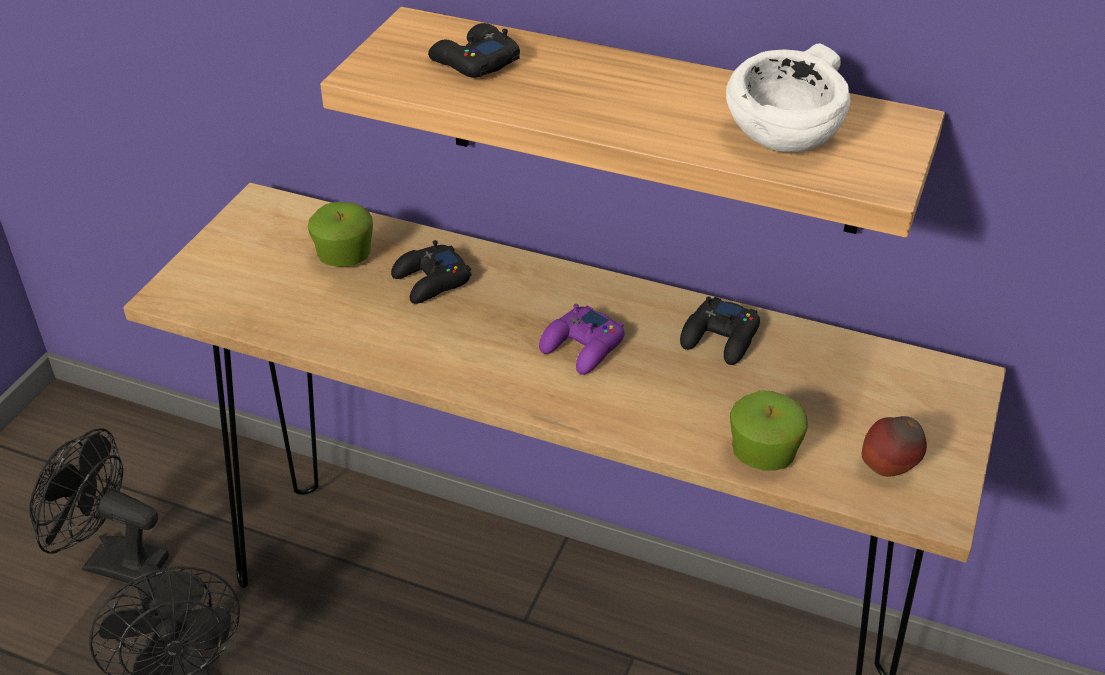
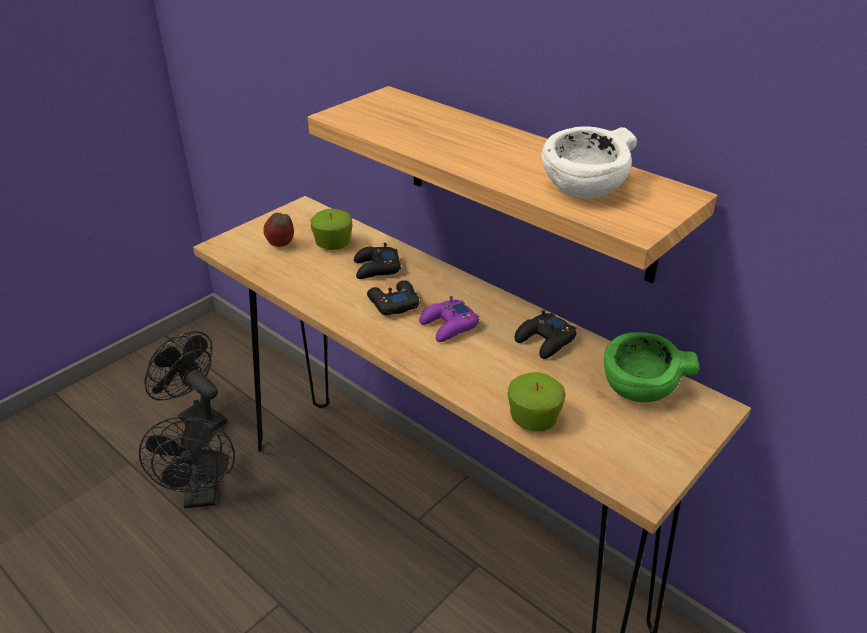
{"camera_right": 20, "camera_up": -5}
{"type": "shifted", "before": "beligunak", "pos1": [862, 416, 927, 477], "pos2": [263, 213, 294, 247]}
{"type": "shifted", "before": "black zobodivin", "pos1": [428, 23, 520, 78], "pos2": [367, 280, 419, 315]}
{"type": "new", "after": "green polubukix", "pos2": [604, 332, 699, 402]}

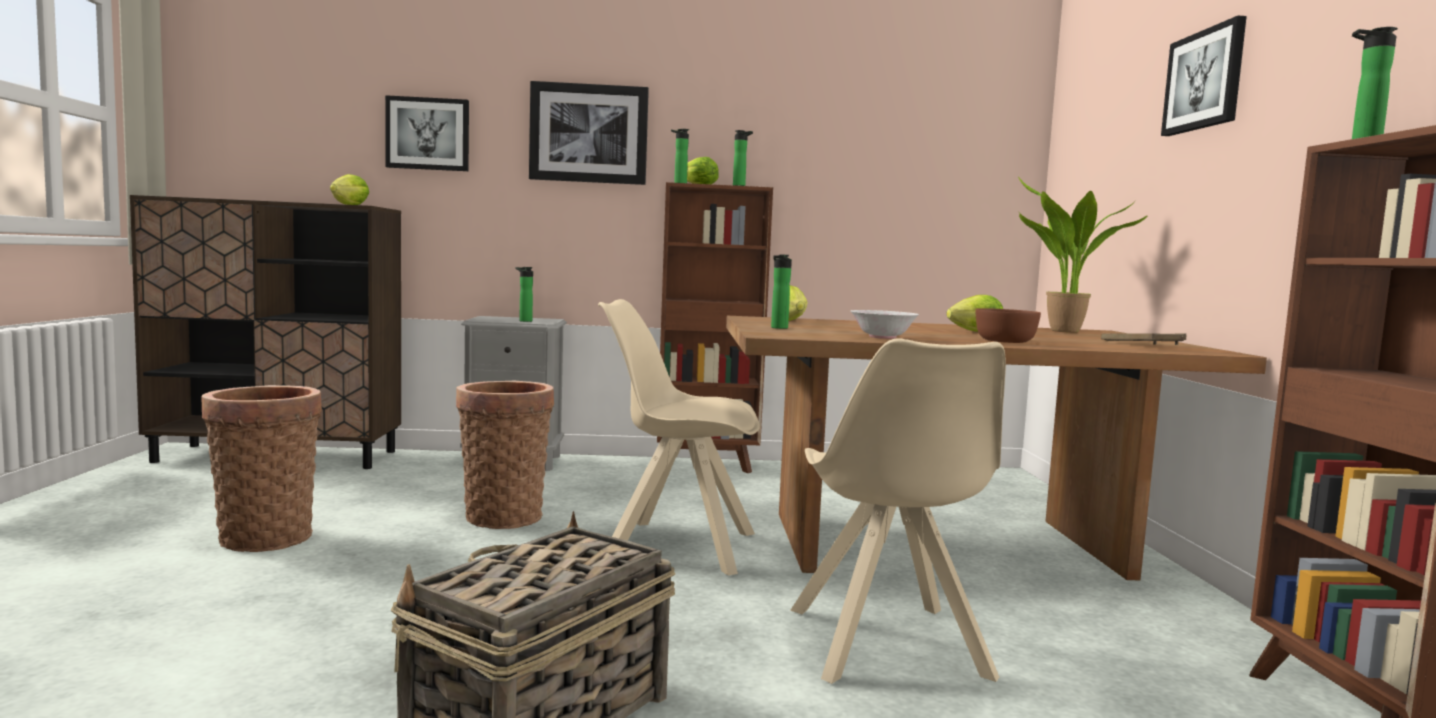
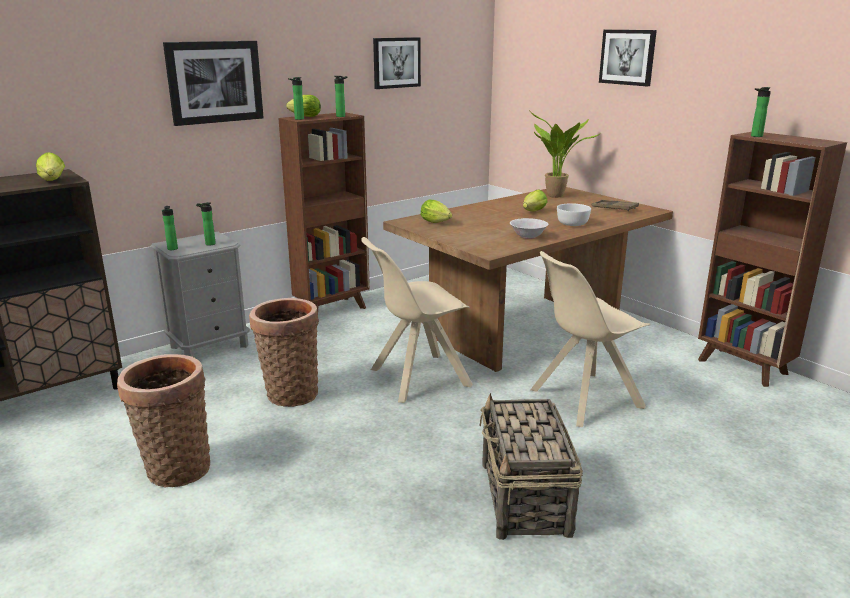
{"camera_right": -35, "camera_up": 15}
{"type": "shifted", "before": "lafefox", "pos1": [771, 254, 792, 329], "pos2": [162, 206, 178, 250]}
{"type": "shifted", "before": "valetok", "pos1": [385, 95, 469, 171], "pos2": [373, 37, 421, 89]}
{"type": "rotated", "before": "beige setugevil", "pos1": [790, 338, 1006, 684], "pos2": [530, 251, 650, 427], "turn": 105}
{"type": "repainted", "before": "brown polubukix", "after": "white polubukix", "pos1": [976, 308, 1041, 343], "pos2": [557, 203, 591, 226]}

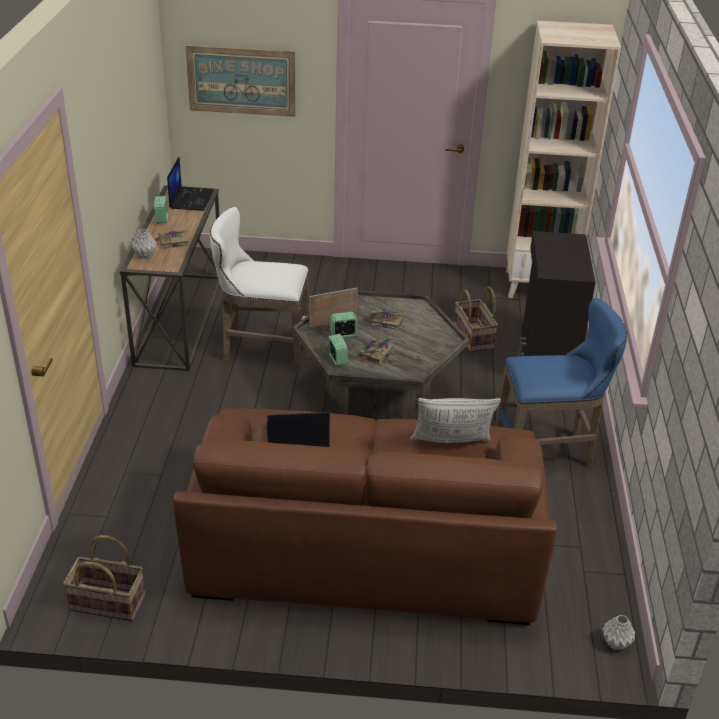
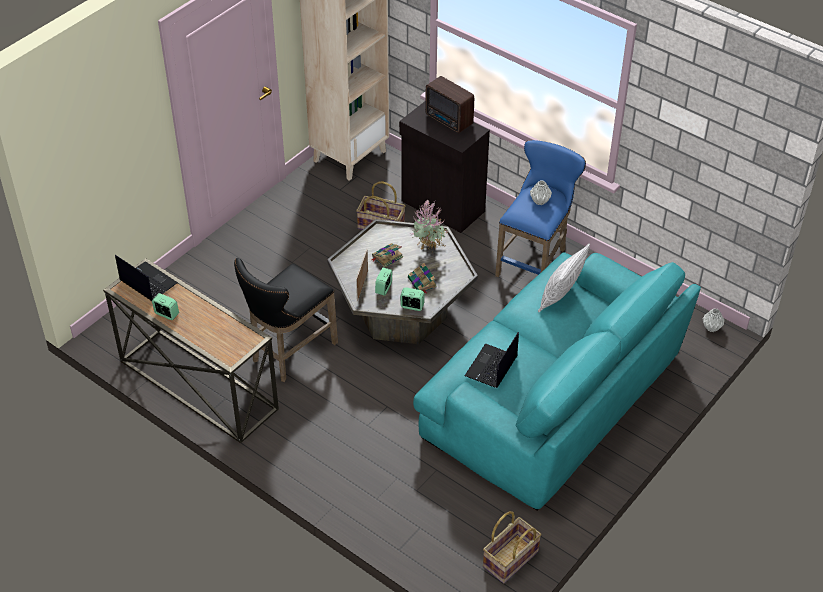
{"camera_right": -55, "camera_up": 10}
{"type": "repainted", "before": "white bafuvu", "after": "black bafuvu", "pos1": [210, 207, 309, 371], "pos2": [234, 258, 338, 382]}
{"type": "new", "after": "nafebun", "pos2": [411, 200, 449, 253]}
{"type": "repainted", "before": "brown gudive", "after": "turquoise gudive", "pos1": [173, 408, 557, 625], "pos2": [413, 252, 701, 511]}
{"type": "new", "after": "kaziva", "pos2": [425, 76, 474, 133]}
{"type": "shifted", "before": "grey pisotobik", "pos1": [131, 229, 157, 259], "pos2": [530, 181, 552, 205]}
{"type": "gone", "before": "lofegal", "pos1": [155, 230, 189, 249]}
{"type": "gone", "before": "valetok", "pos1": [185, 45, 296, 117]}

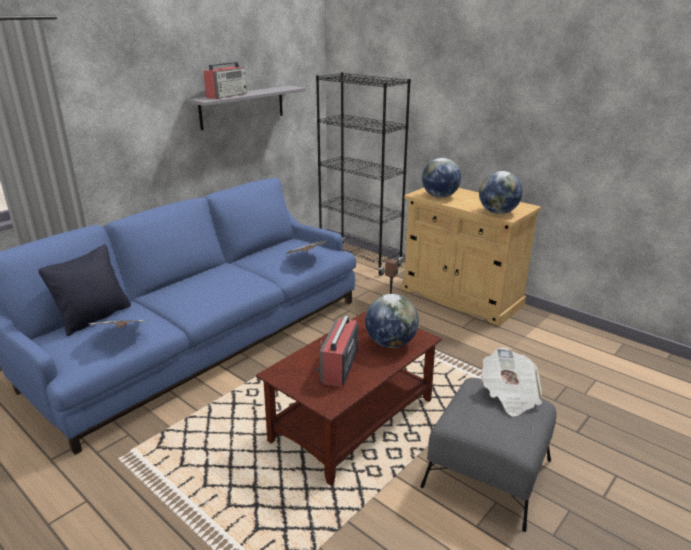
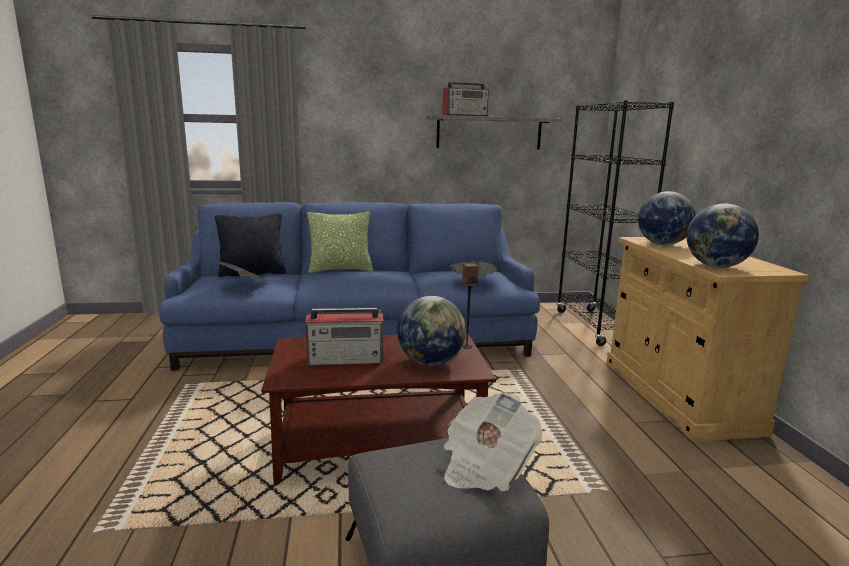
{"camera_right": 40, "camera_up": -10}
{"type": "rotated", "before": "kaziva", "pos1": [317, 316, 358, 387], "pos2": [305, 308, 384, 366], "turn": -150}
{"type": "new", "after": "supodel", "pos2": [307, 212, 373, 273]}

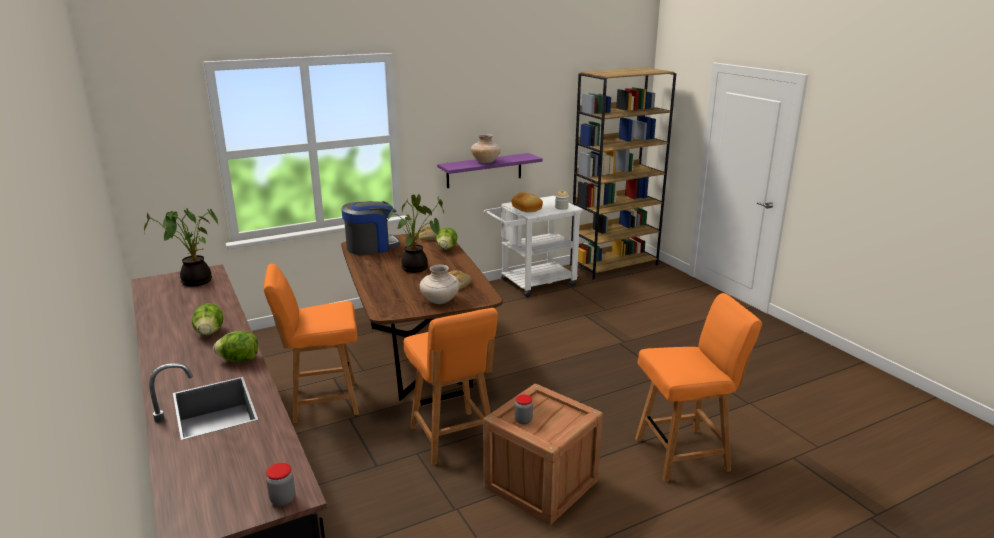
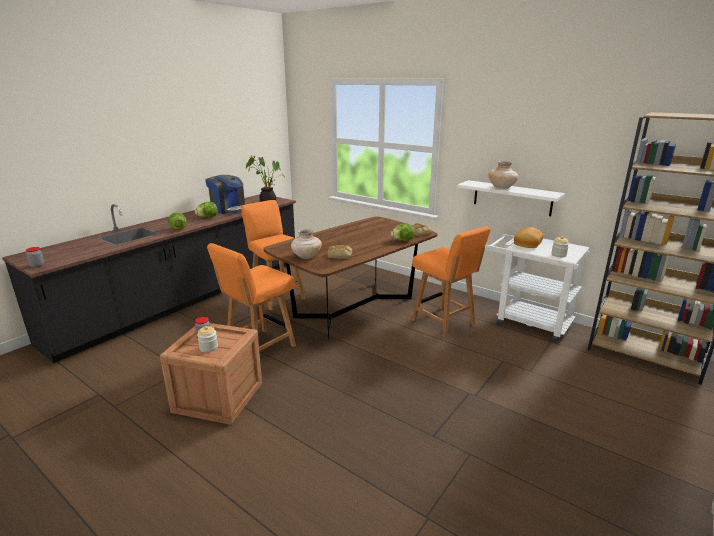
{"camera_right": 65, "camera_up": 0}
{"type": "new", "after": "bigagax", "pos2": [197, 326, 218, 352]}
{"type": "shifted", "before": "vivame", "pos1": [342, 201, 400, 255], "pos2": [205, 175, 245, 214]}
{"type": "shifted", "before": "orange setugevil", "pos1": [635, 293, 762, 482], "pos2": [412, 226, 490, 338]}
{"type": "repainted", "before": "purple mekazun", "after": "white mekazun", "pos1": [437, 153, 543, 188], "pos2": [457, 180, 565, 216]}
{"type": "gone", "before": "nafebun", "pos1": [386, 194, 444, 273]}

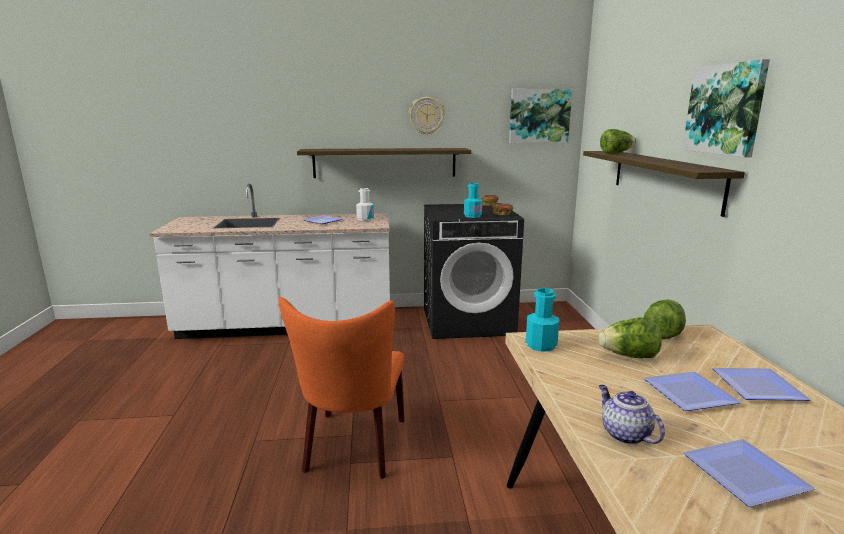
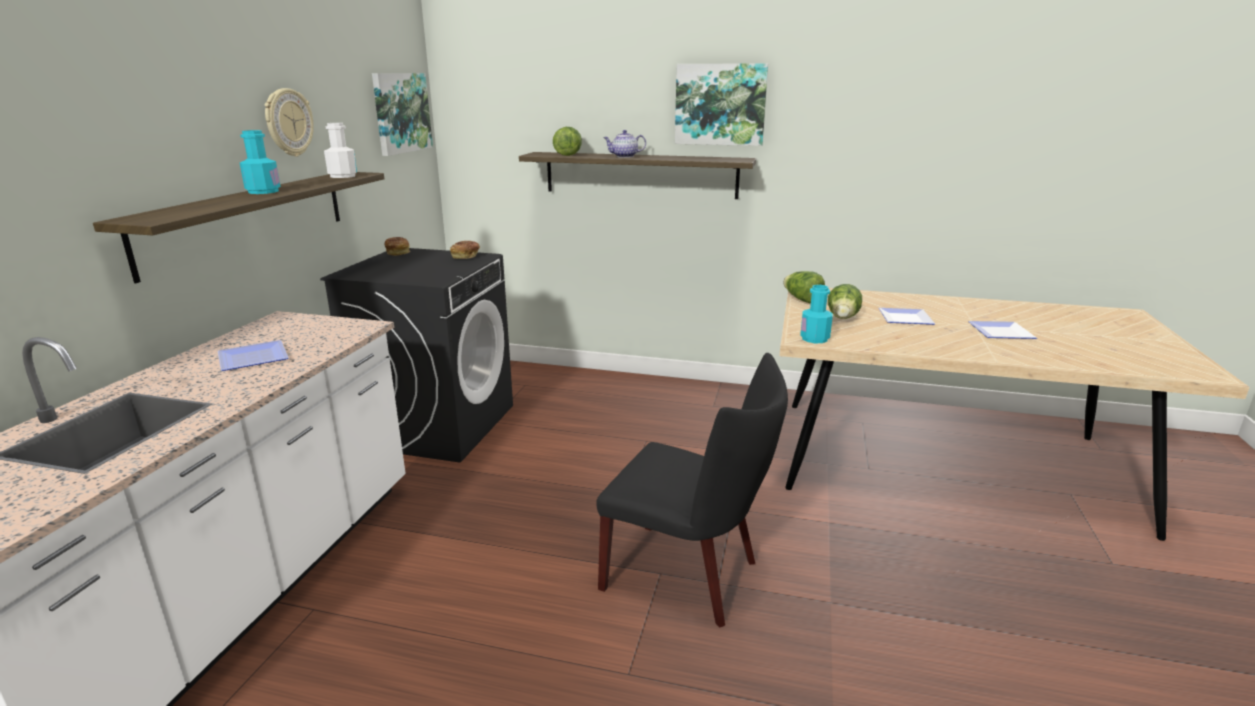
{"camera_right": -70, "camera_up": 5}
{"type": "shifted", "before": "turquoise lafefox", "pos1": [464, 183, 482, 218], "pos2": [240, 130, 281, 194]}
{"type": "shifted", "before": "white lafefox", "pos1": [356, 188, 374, 221], "pos2": [324, 123, 357, 178]}
{"type": "repainted", "before": "orange setugevil", "after": "black setugevil", "pos1": [279, 297, 405, 479], "pos2": [596, 353, 788, 627]}
{"type": "shifted", "before": "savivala", "pos1": [599, 385, 665, 444], "pos2": [604, 130, 646, 158]}
{"type": "gone", "before": "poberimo", "pos1": [712, 368, 811, 401]}

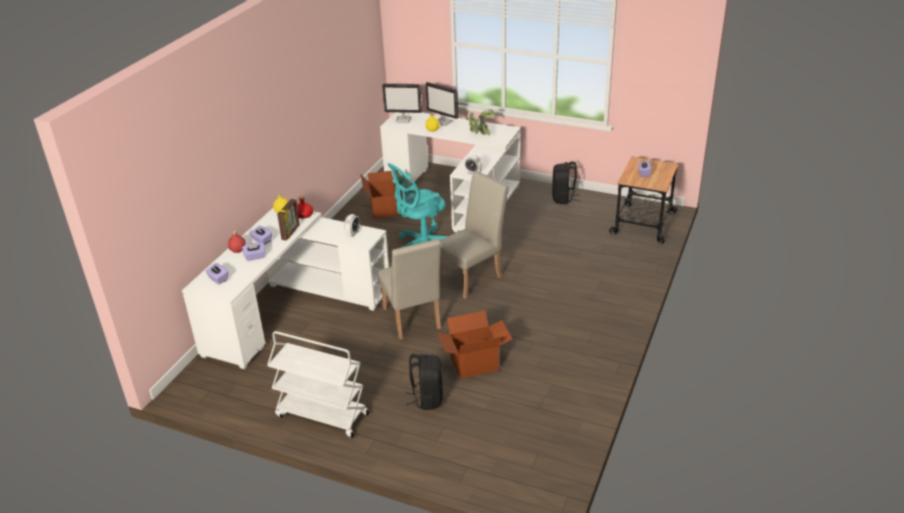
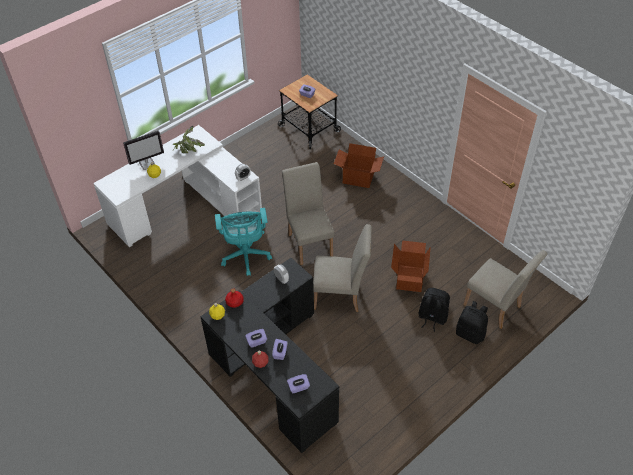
{"camera_right": -65, "camera_up": 15}
{"type": "repainted", "before": "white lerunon", "after": "black lerunon", "pos1": [182, 208, 389, 369], "pos2": [200, 258, 339, 453]}
{"type": "shifted", "before": "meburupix", "pos1": [360, 171, 399, 218], "pos2": [334, 143, 384, 188]}
{"type": "shifted", "before": "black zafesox", "pos1": [552, 161, 580, 204], "pos2": [456, 301, 488, 344]}
{"type": "new", "after": "beige setugevil", "pos2": [463, 250, 547, 329]}
{"type": "gone", "before": "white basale", "pos1": [267, 331, 369, 438]}
{"type": "gone", "before": "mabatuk", "pos1": [277, 199, 300, 241]}
{"type": "gone", "before": "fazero", "pos1": [382, 84, 422, 123]}

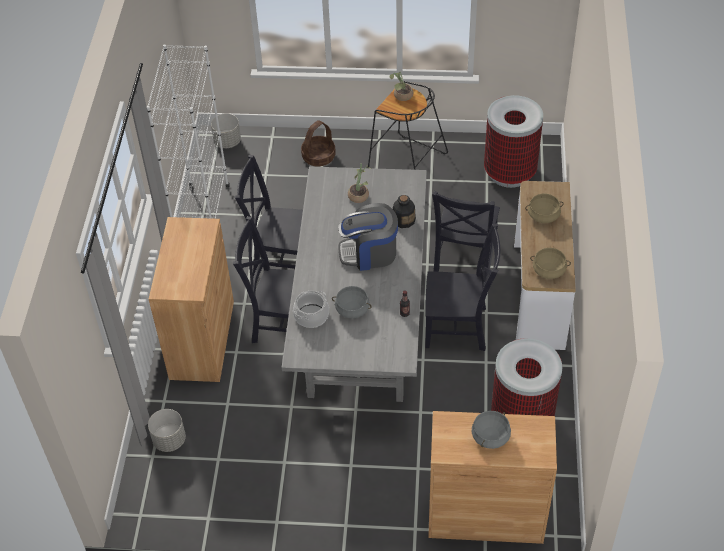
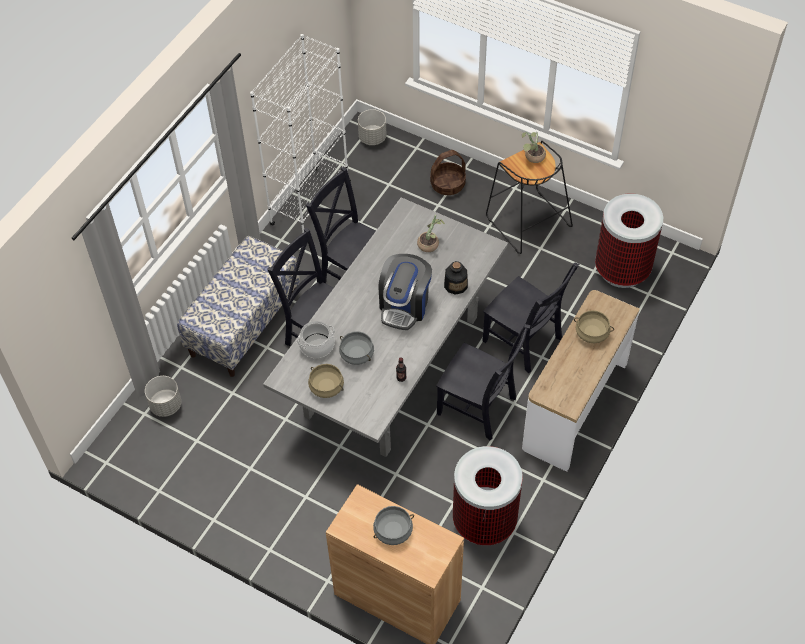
{"camera_right": 25, "camera_up": 5}
{"type": "swapped", "before": "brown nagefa", "after": "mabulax", "pos1": [149, 217, 234, 382], "pos2": [177, 236, 300, 377]}
{"type": "shifted", "before": "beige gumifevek", "pos1": [530, 248, 571, 279], "pos2": [308, 364, 344, 398]}
{"type": "rotated", "before": "vivame", "pos1": [338, 203, 398, 271], "pos2": [379, 254, 432, 330], "turn": -90}
{"type": "rotated", "before": "black setugevil", "pos1": [432, 191, 500, 275], "pos2": [482, 262, 579, 373], "turn": -90}

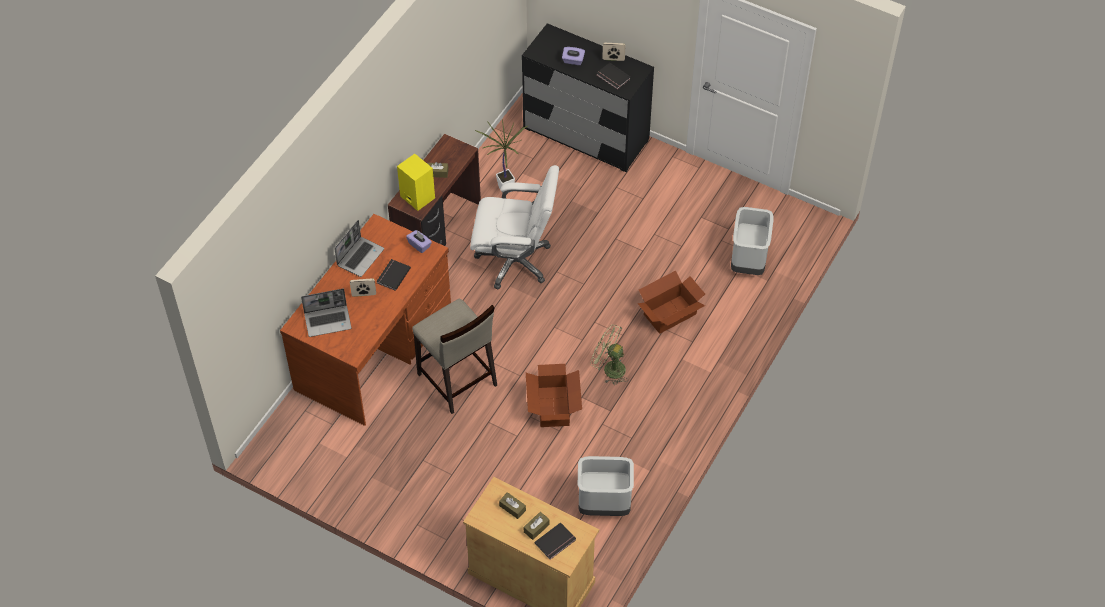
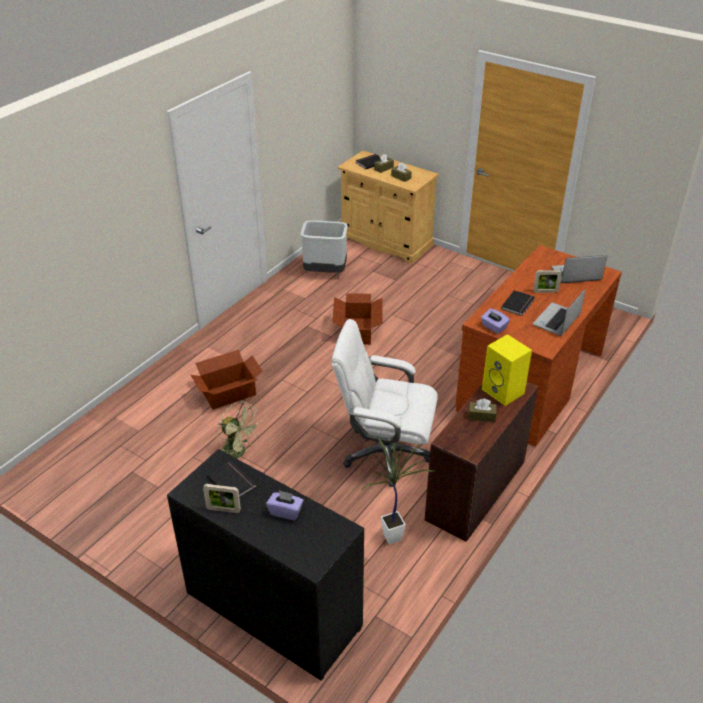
{"camera_right": -175, "camera_up": -15}
{"type": "shifted", "before": "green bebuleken", "pos1": [590, 324, 628, 385], "pos2": [217, 401, 260, 459]}
{"type": "gone", "before": "beige bafuvu", "pos1": [412, 298, 497, 414]}
{"type": "gone", "before": "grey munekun", "pos1": [731, 207, 774, 275]}

